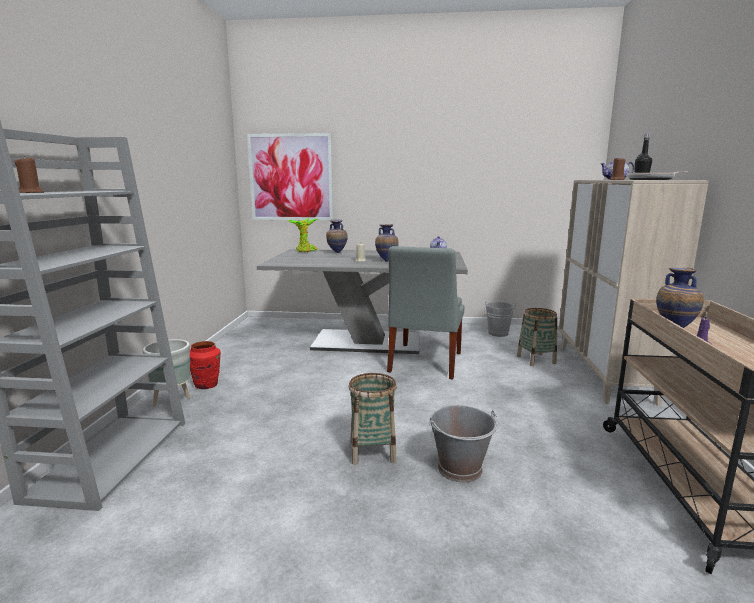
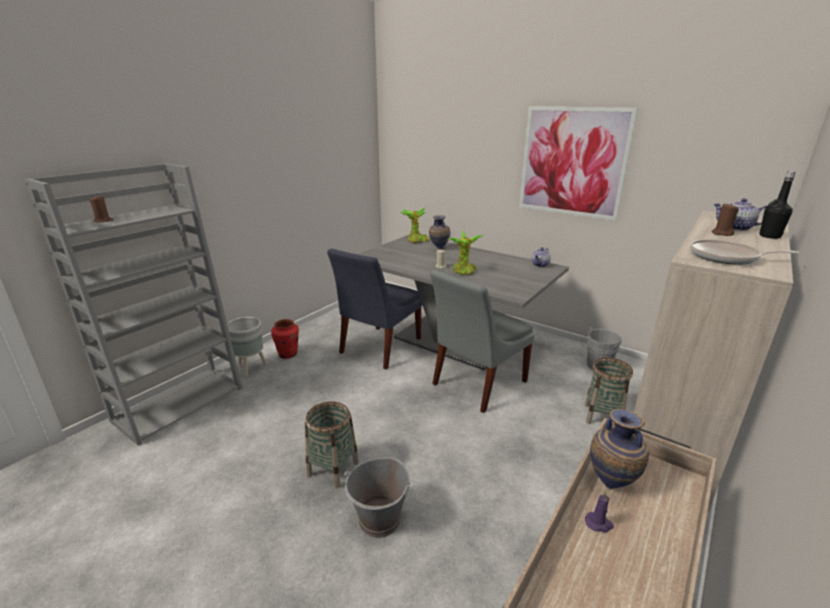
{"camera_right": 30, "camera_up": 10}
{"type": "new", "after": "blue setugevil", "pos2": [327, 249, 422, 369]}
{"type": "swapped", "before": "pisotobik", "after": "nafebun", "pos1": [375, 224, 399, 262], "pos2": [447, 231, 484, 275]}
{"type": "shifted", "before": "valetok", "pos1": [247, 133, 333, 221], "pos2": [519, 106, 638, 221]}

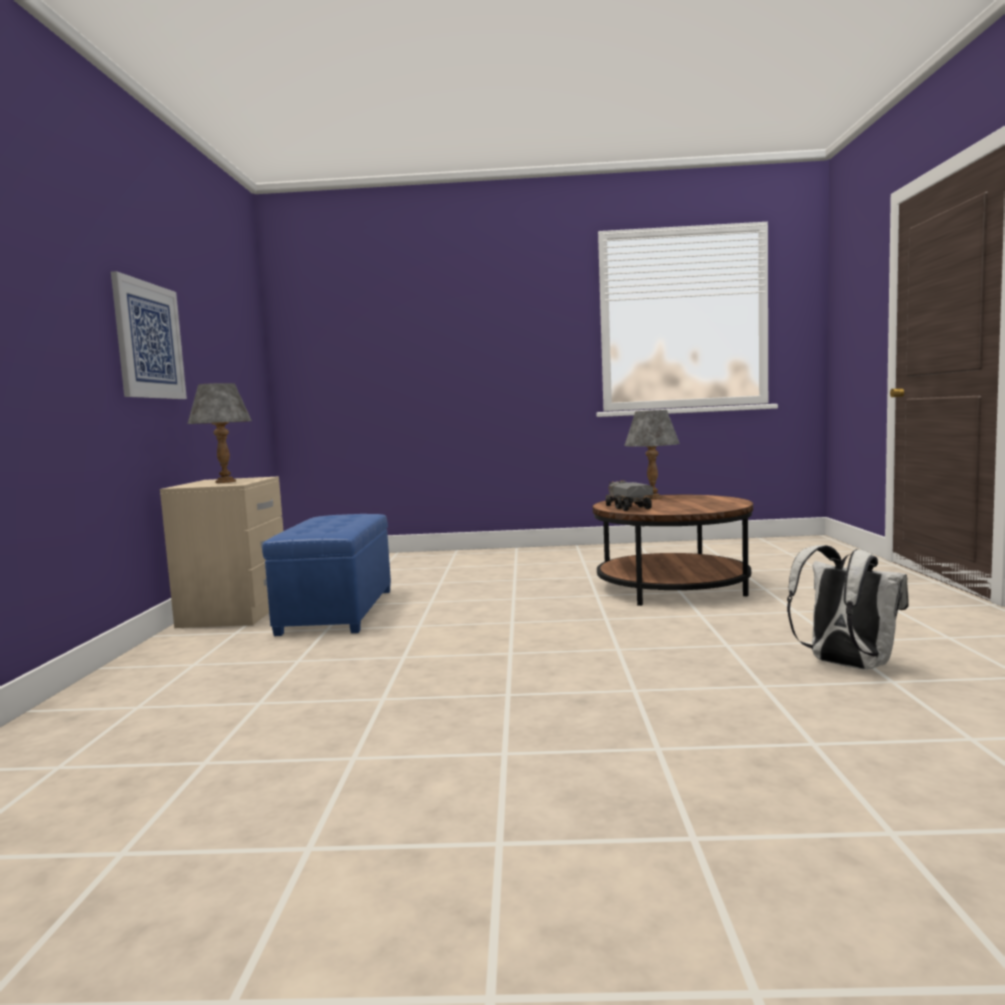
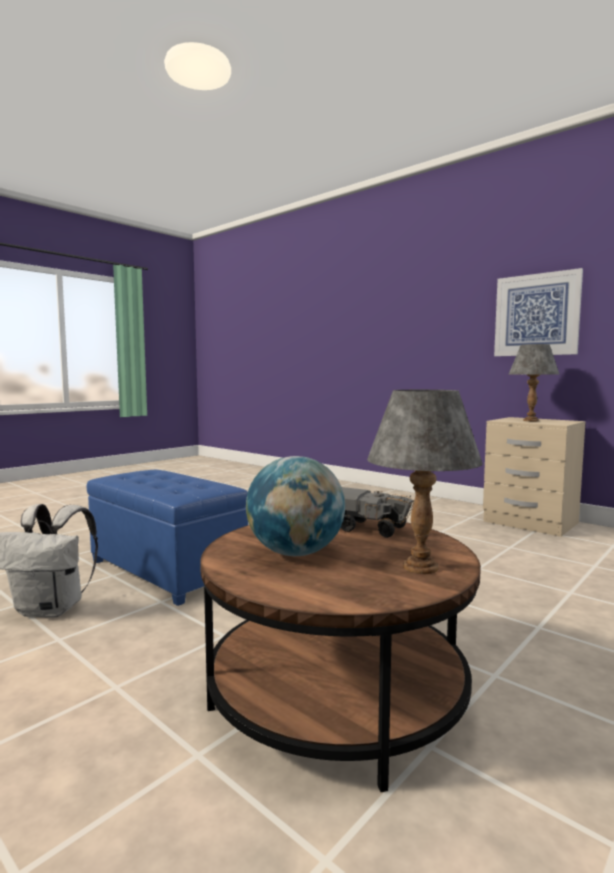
{"camera_right": 130, "camera_up": 0}
{"type": "shifted", "before": "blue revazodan", "pos1": [262, 514, 391, 636], "pos2": [87, 470, 248, 606]}
{"type": "new", "after": "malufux", "pos2": [246, 456, 345, 556]}

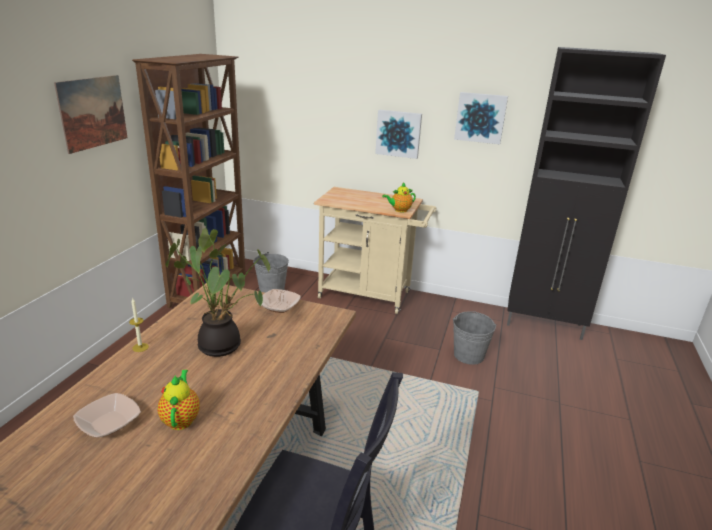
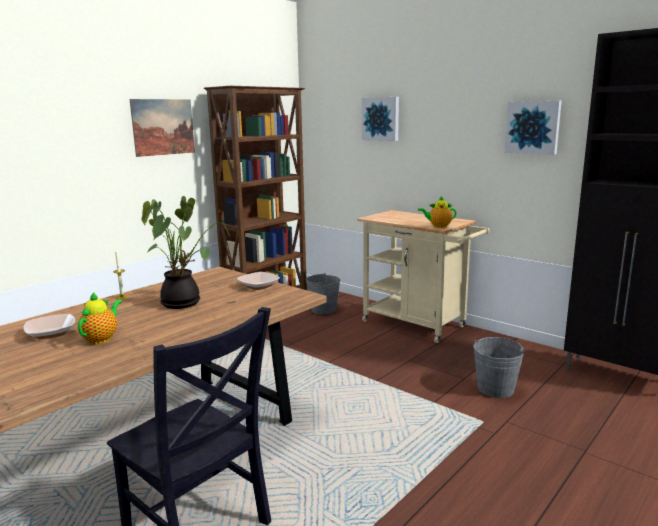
{"camera_right": 25, "camera_up": -10}
{"type": "shifted", "before": "valetok", "pos1": [375, 110, 422, 159], "pos2": [362, 97, 399, 141]}

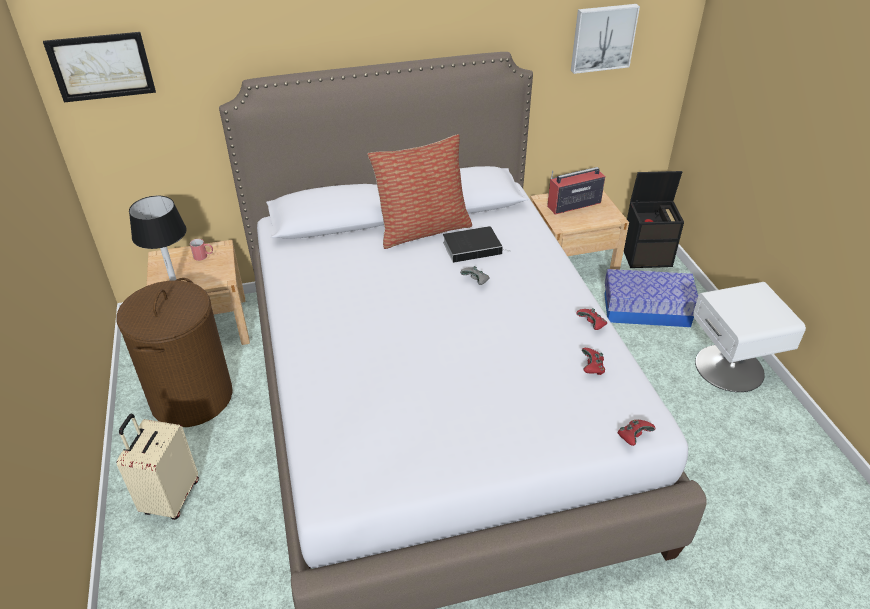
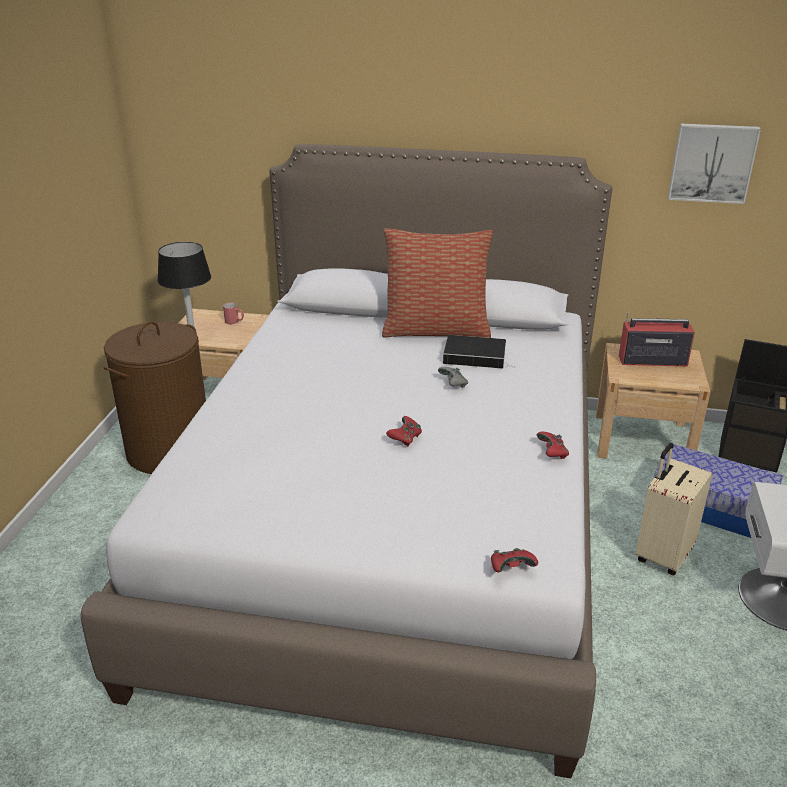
{"camera_right": 25, "camera_up": -10}
{"type": "shifted", "before": "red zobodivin", "pos1": [582, 348, 605, 375], "pos2": [386, 416, 422, 446]}
{"type": "shifted", "before": "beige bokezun", "pos1": [117, 414, 199, 520], "pos2": [635, 443, 712, 575]}
{"type": "gone", "before": "valetok", "pos1": [43, 32, 156, 102]}

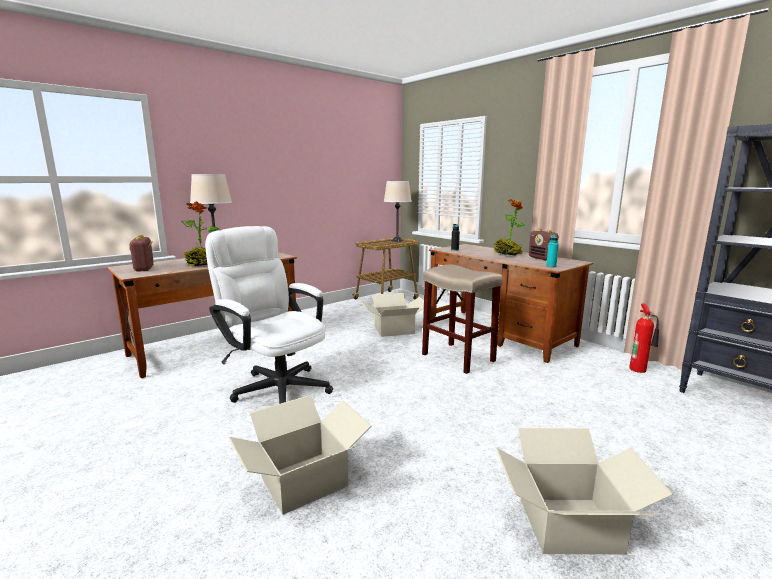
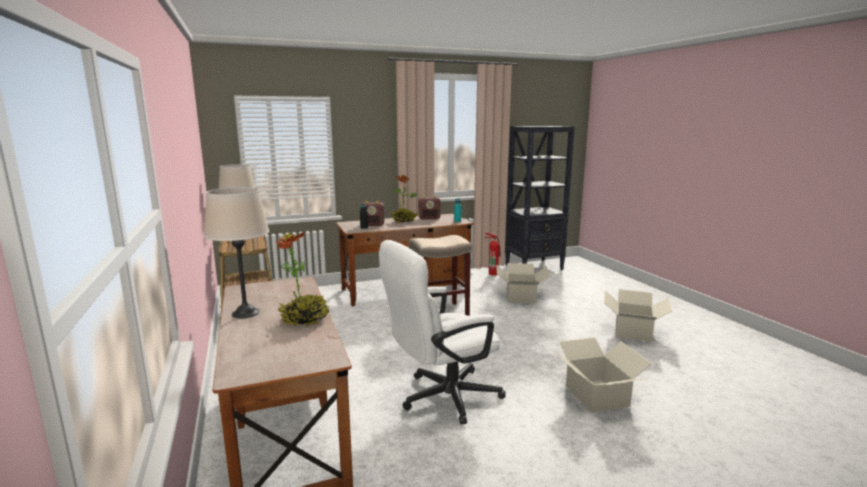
{"camera_right": -70, "camera_up": 0}
{"type": "shifted", "before": "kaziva", "pos1": [129, 235, 154, 272], "pos2": [360, 201, 384, 226]}
{"type": "shifted", "before": "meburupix", "pos1": [361, 293, 424, 337], "pos2": [496, 263, 550, 303]}

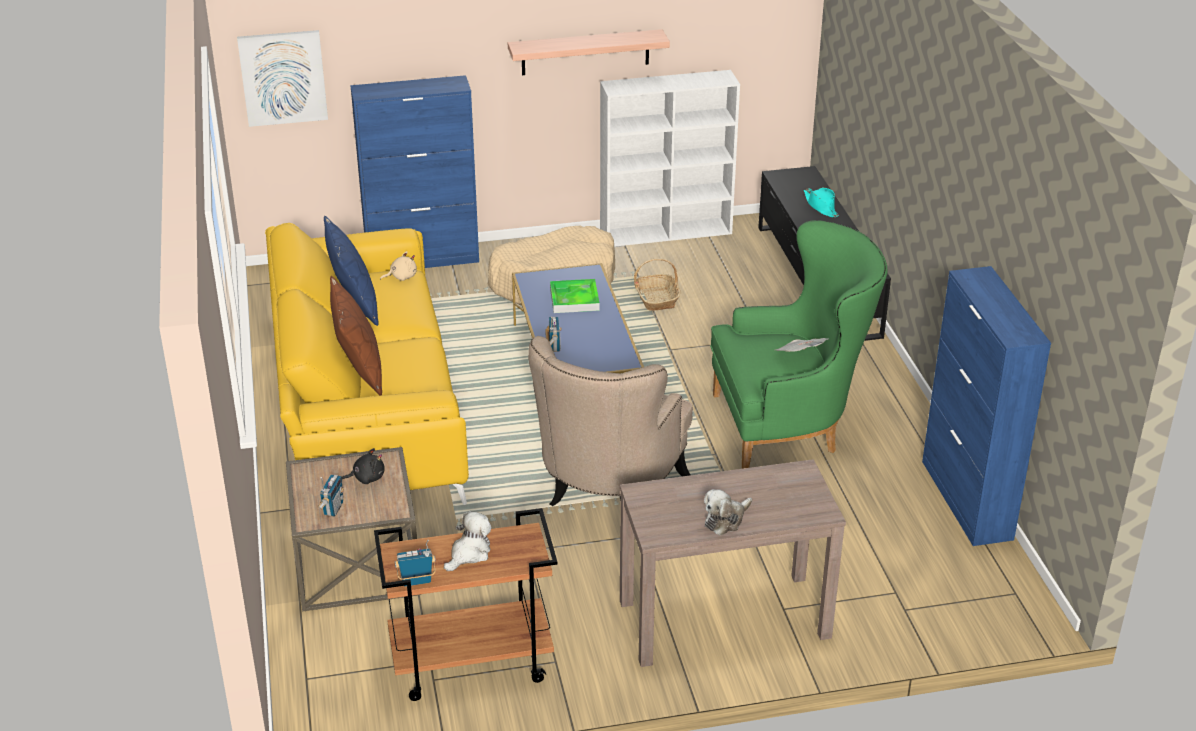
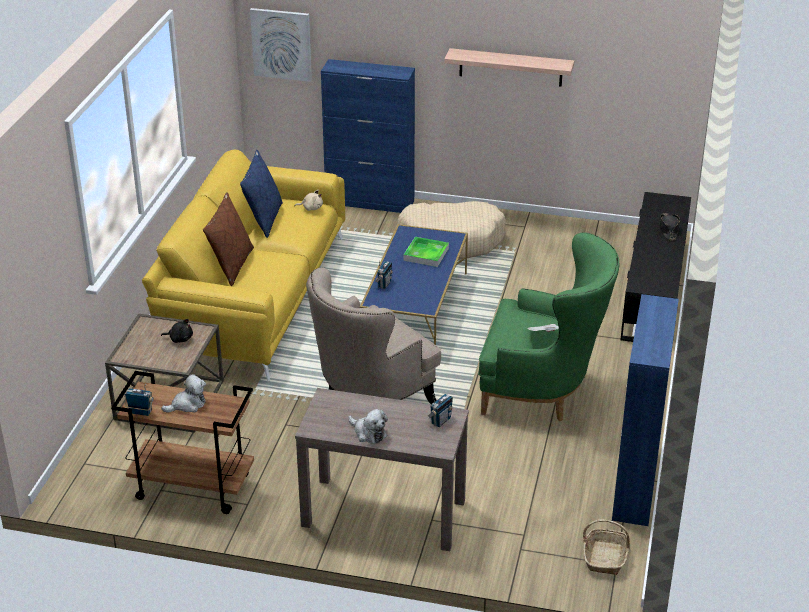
{"camera_right": 25, "camera_up": 0}
{"type": "rotated", "before": "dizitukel", "pos1": [704, 489, 752, 536], "pos2": [348, 409, 388, 444], "turn": -120}
{"type": "shifted", "before": "kaziva", "pos1": [318, 475, 344, 517], "pos2": [428, 393, 453, 427]}
{"type": "shifted", "before": "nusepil", "pos1": [634, 258, 680, 311], "pos2": [583, 520, 630, 575]}
{"type": "repainted", "before": "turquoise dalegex", "after": "black dalegex", "pos1": [804, 187, 839, 217], "pos2": [659, 213, 680, 241]}
{"type": "gone", "before": "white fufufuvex", "pos1": [600, 70, 740, 247]}

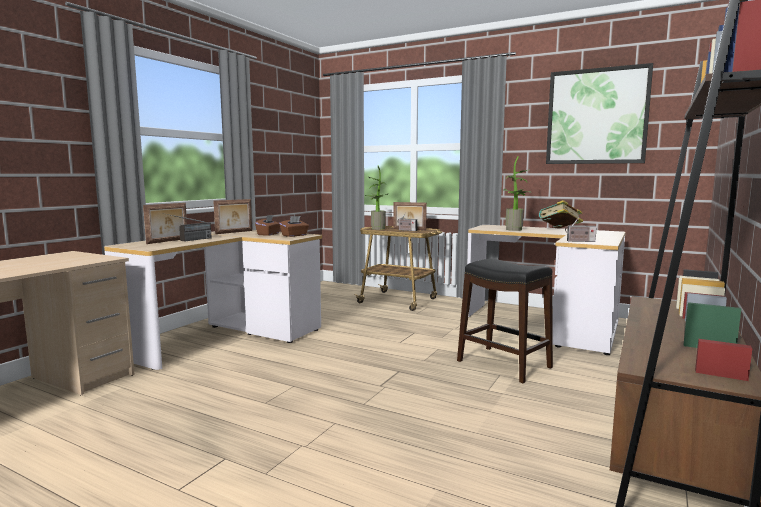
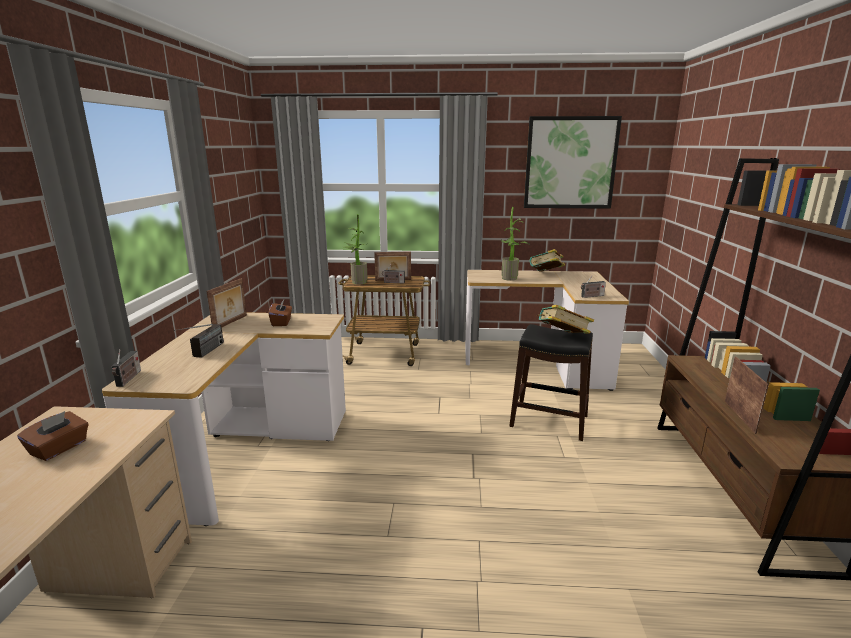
{"camera_right": -25, "camera_up": 10}
{"type": "shifted", "before": "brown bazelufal", "pos1": [279, 216, 309, 237], "pos2": [17, 411, 89, 461]}
{"type": "new", "after": "kaziva", "pos2": [112, 349, 141, 387]}
{"type": "new", "after": "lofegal", "pos2": [537, 305, 594, 334]}
{"type": "shifted", "before": "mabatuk", "pos1": [143, 203, 187, 244], "pos2": [725, 357, 769, 434]}

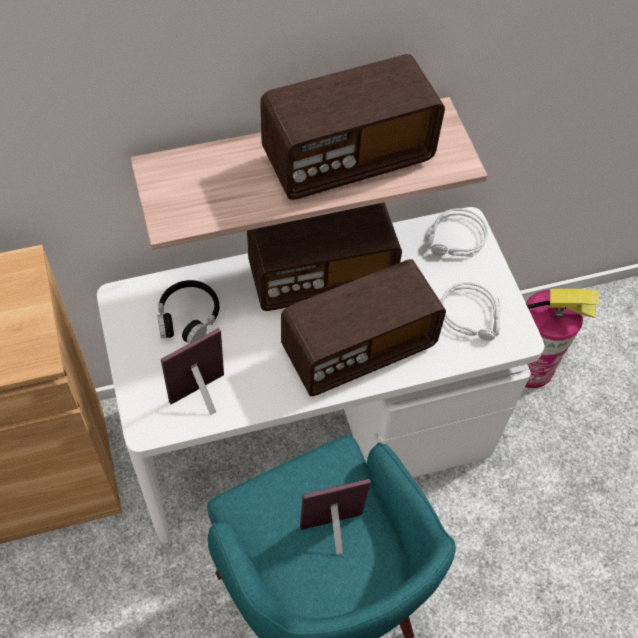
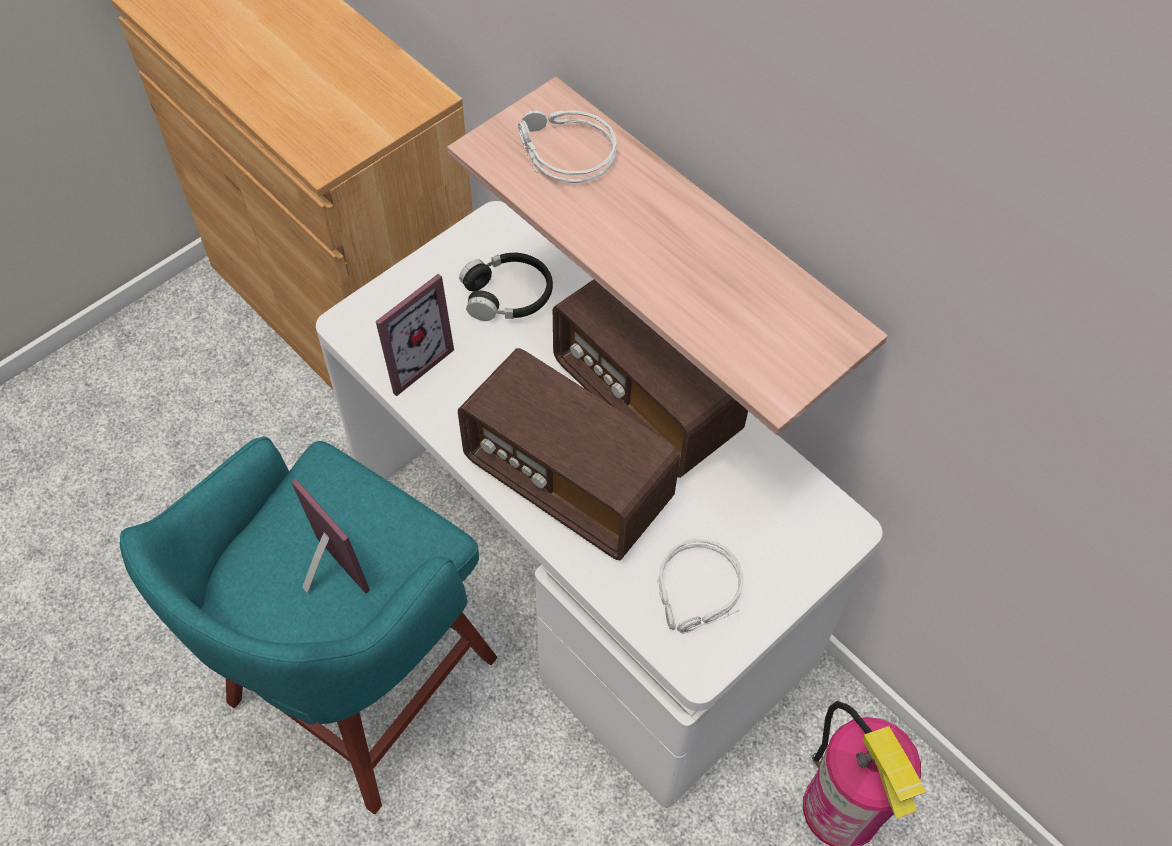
{"camera_right": 65, "camera_up": 0}
{"type": "rotated", "before": "mabatuk", "pos1": [161, 328, 224, 415], "pos2": [376, 274, 454, 396], "turn": 105}
{"type": "shifted", "before": "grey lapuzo", "pos1": [427, 208, 488, 257], "pos2": [518, 110, 617, 183]}
{"type": "gone", "before": "kaziva", "pos1": [260, 54, 445, 200]}

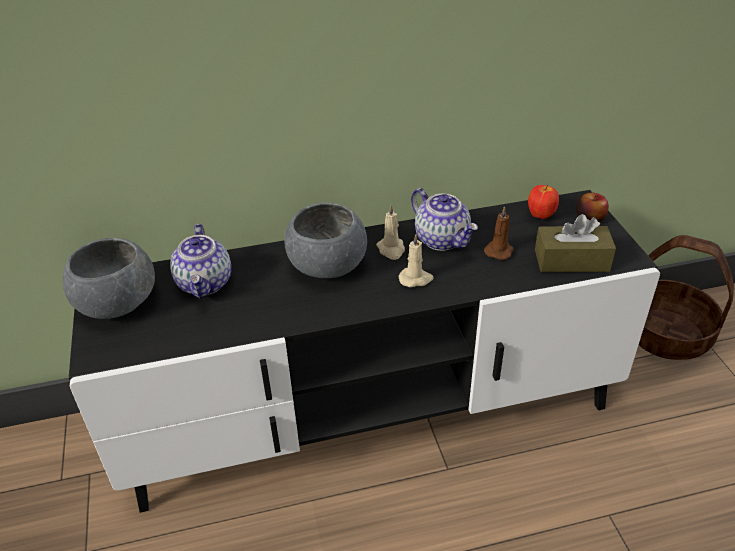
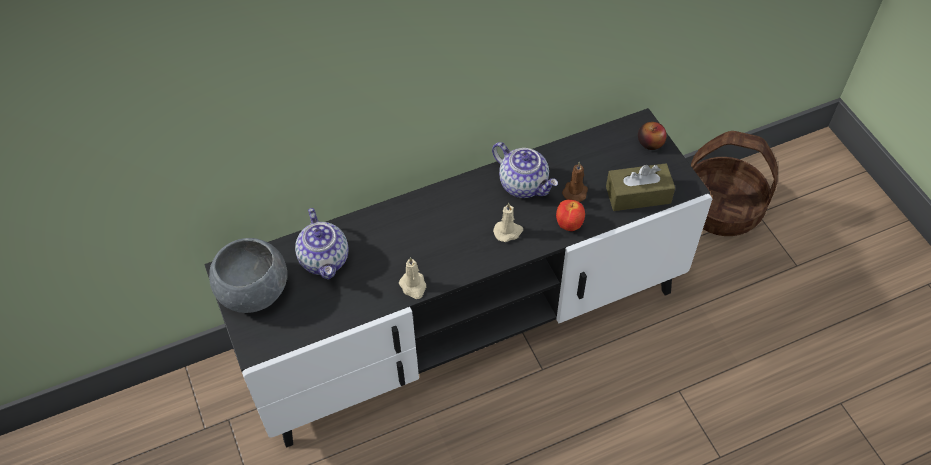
{"camera_right": -10, "camera_up": 15}
{"type": "shifted", "before": "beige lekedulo", "pos1": [376, 205, 405, 260], "pos2": [399, 257, 426, 299]}
{"type": "shifted", "before": "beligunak", "pos1": [528, 185, 559, 219], "pos2": [556, 200, 585, 231]}
{"type": "gone", "before": "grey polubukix", "pos1": [284, 202, 367, 279]}

